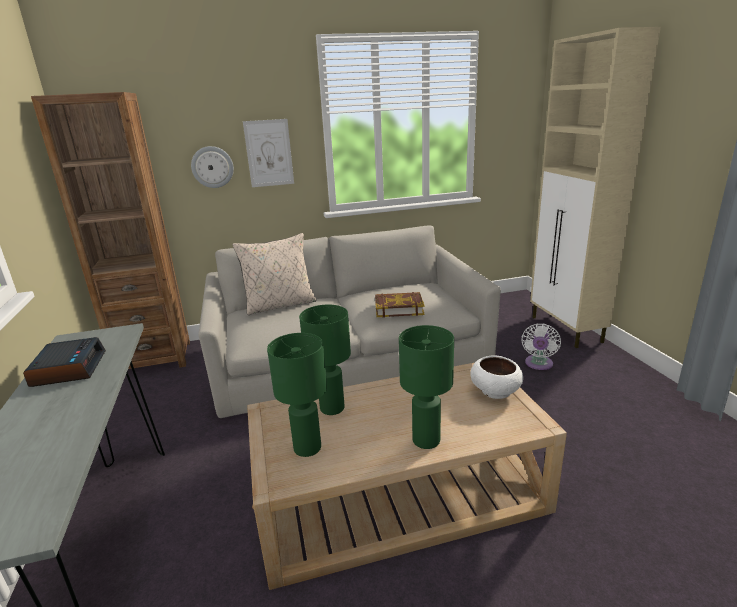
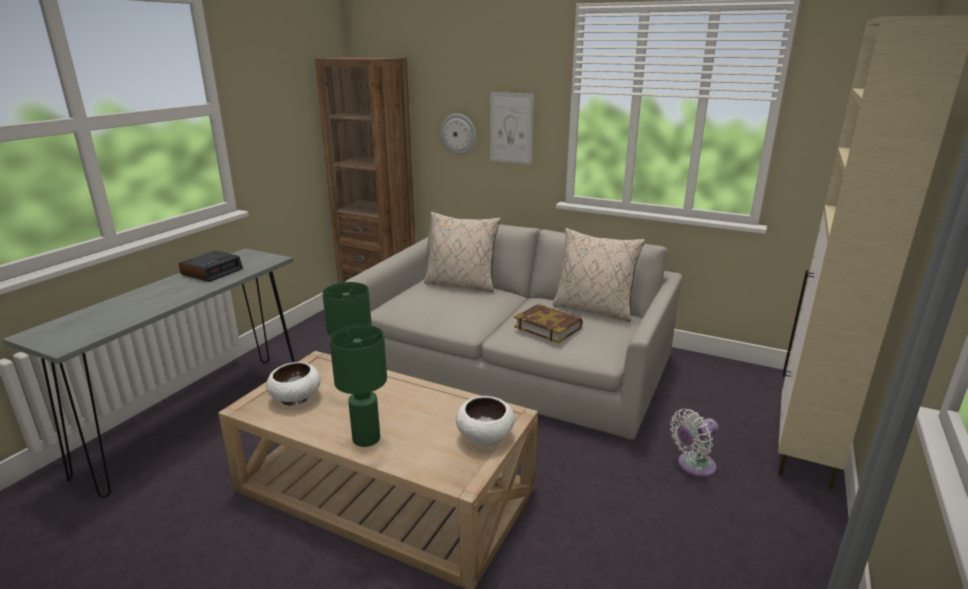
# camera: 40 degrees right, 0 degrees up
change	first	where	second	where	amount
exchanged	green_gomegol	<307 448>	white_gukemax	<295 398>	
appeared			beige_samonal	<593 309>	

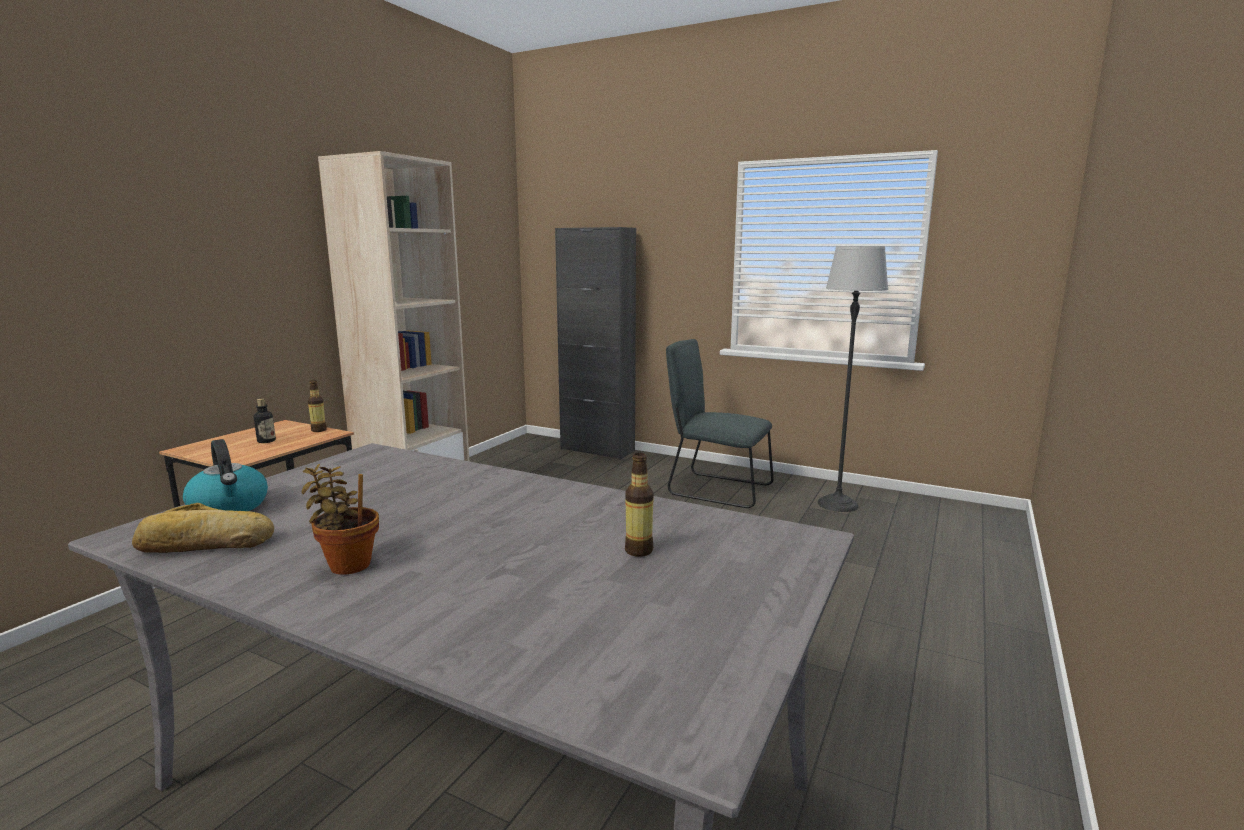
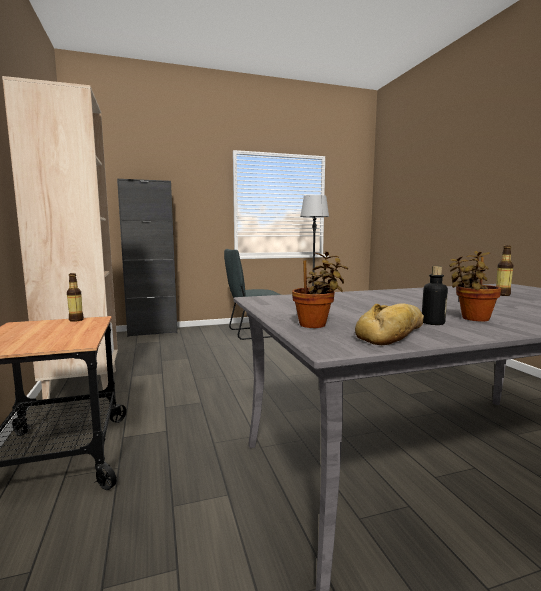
# camera: 45 degrees left, 5 degrees down
change	first	where	second	where	amount
exchanged	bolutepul	<229 507>	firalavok	<316 325>	
relocated	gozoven	<266 441>		<433 323>	

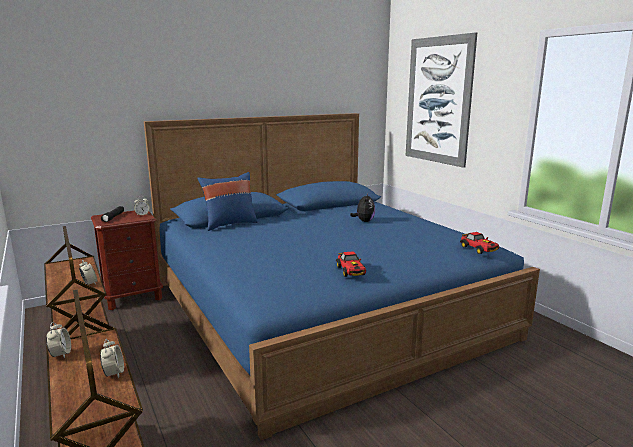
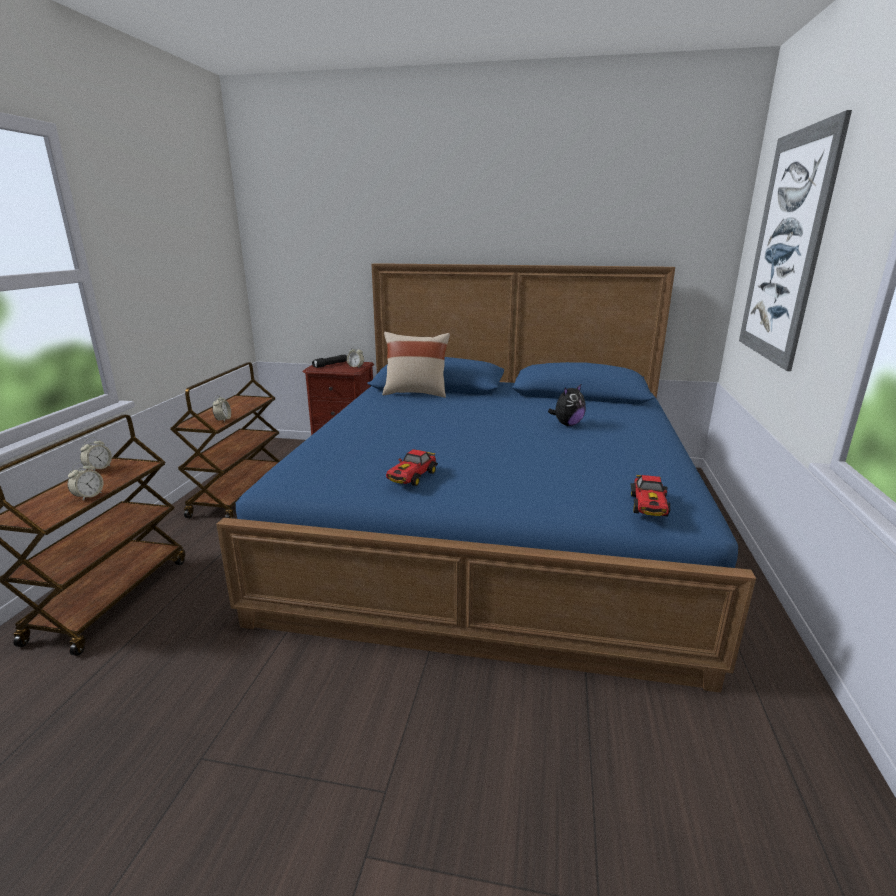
# camera: 40 degrees right, 5 degrees up
change	first	where	second	where	amount
colour	blue_samonal	<229 224>	beige_samonal	<416 393>	

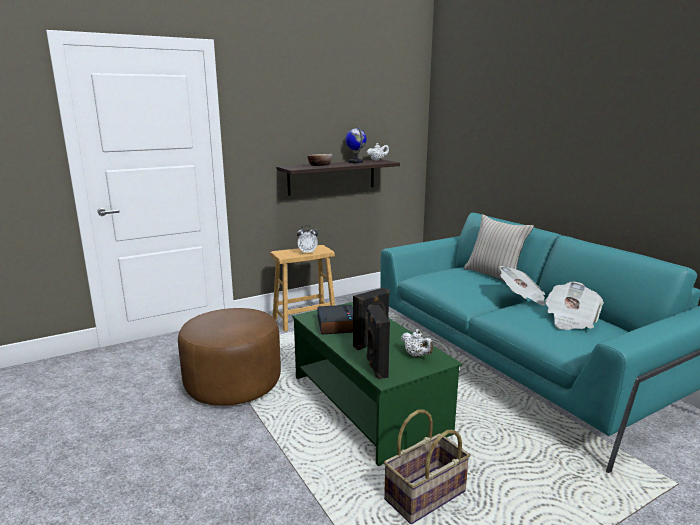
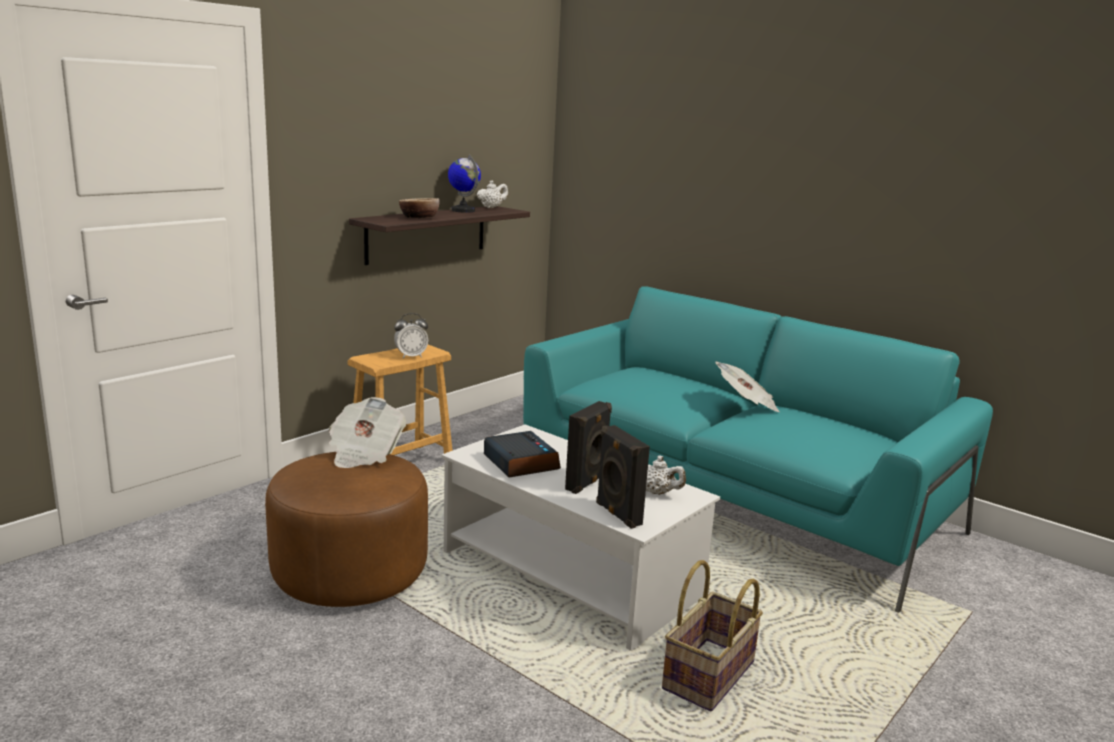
# camera: 20 degrees left, 0 degrees up
change	first	where	second	where	amount
relocated	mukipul	<570 320>		<364 453>	
colour	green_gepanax	<368 404>	white_gepanax	<571 574>	
missing	beige_samonal	<494 276>			

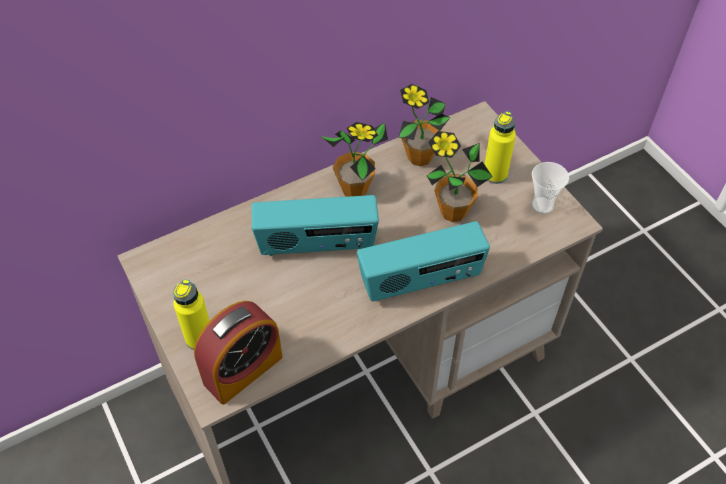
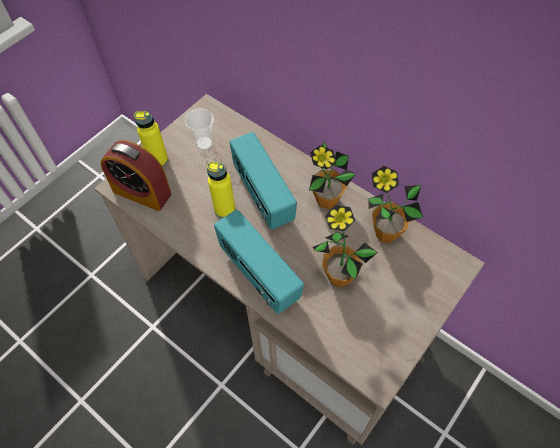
# camera: 70 degrees right, 5 degrees up
change	first	where	second	where	amount
relocated	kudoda	<542 205>		<204 143>	
relocated	yellow_gozoven	<495 174>		<224 209>	

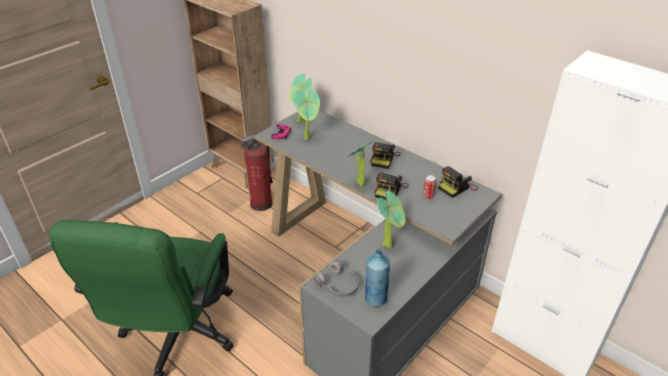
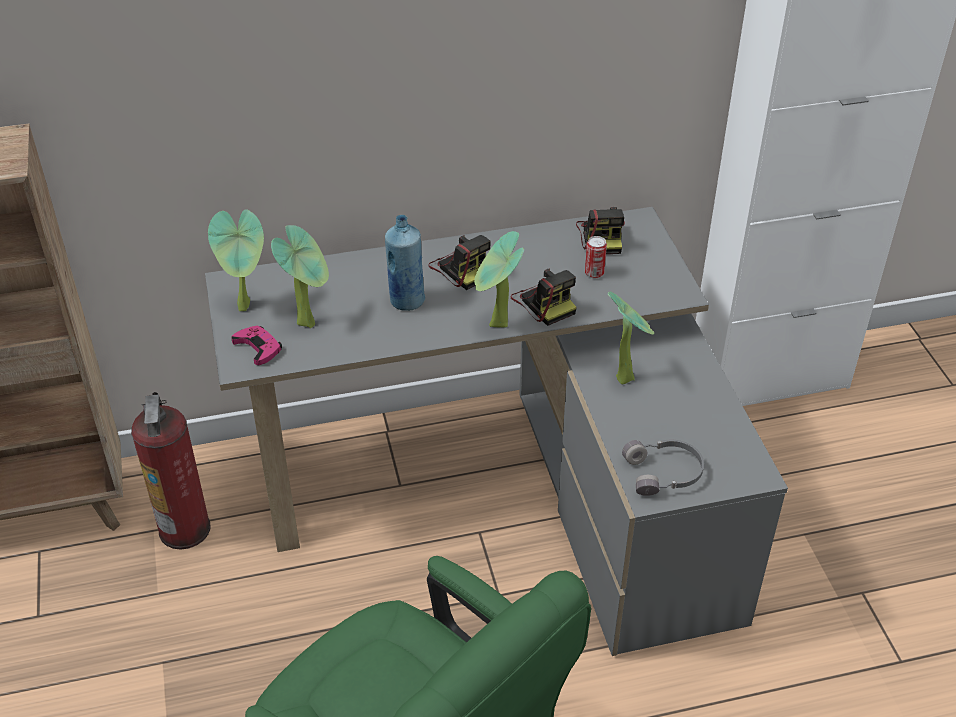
# camera: 55 degrees left, 5 degrees up
change	first	where	second	where	amount
relocated	blue_gozoven	<375 299>		<406 301>	

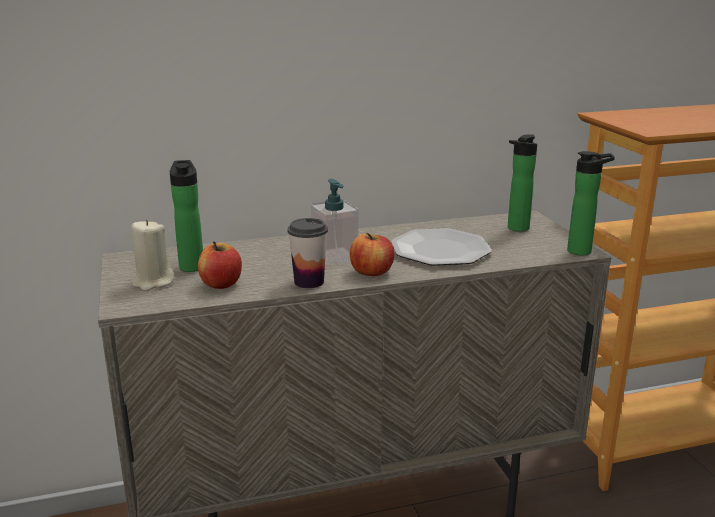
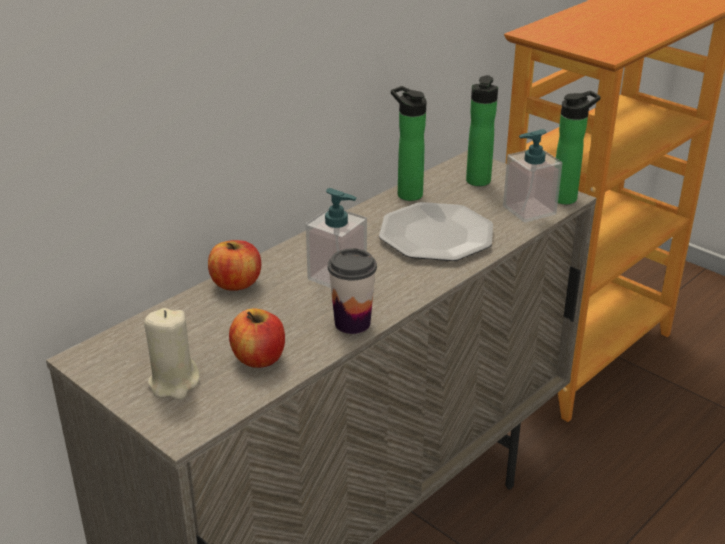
# camera: 30 degrees left, 10 degrees up
change	first	where	second	where	amount
relocated	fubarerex	<371 272>		<236 283>	
relocated	gozoven	<191 266>		<407 193>	
appeared			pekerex	<529 210>	

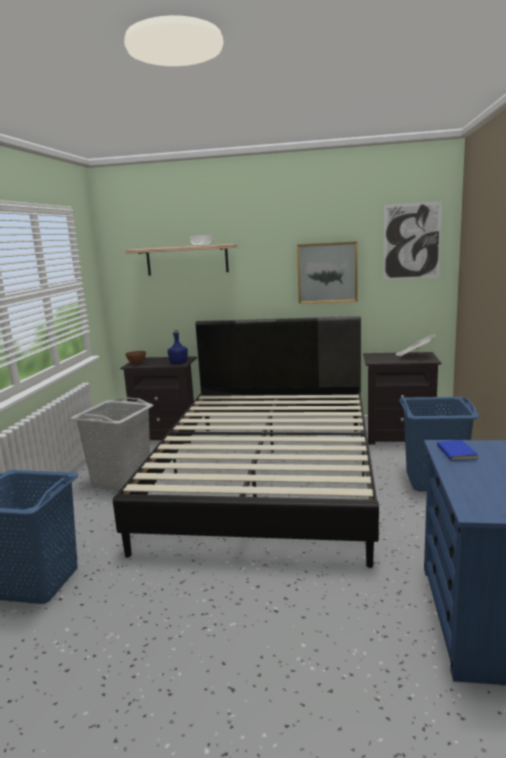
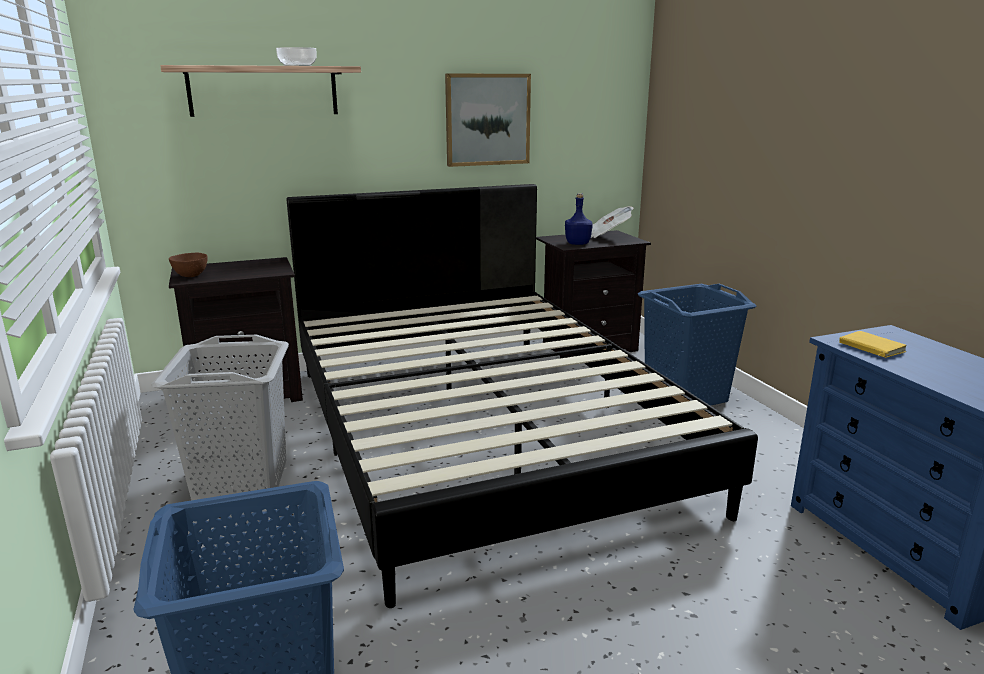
# camera: 30 degrees left, 5 degrees up
change	first	where	second	where	amount
relocated	blue_gozoven	<178 363>		<577 243>	
colour	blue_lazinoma	<455 453>	yellow_lazinoma	<870 348>	
missing	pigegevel	<411 241>			

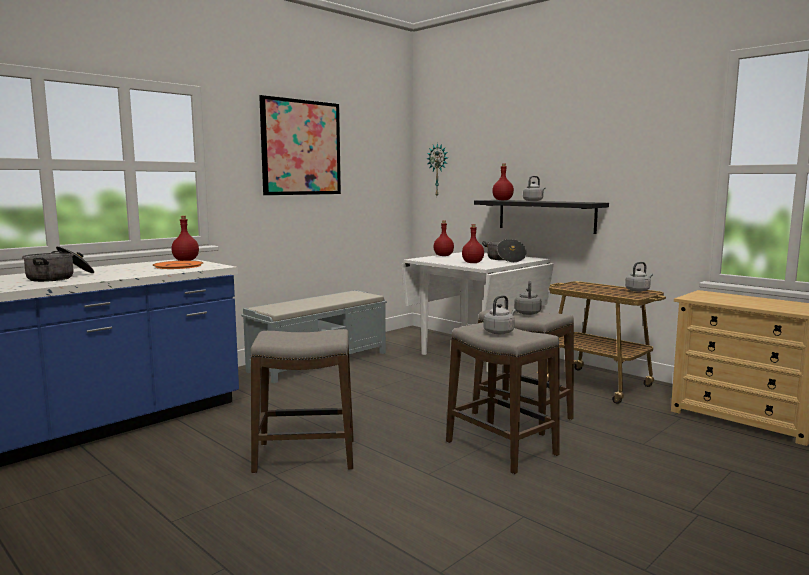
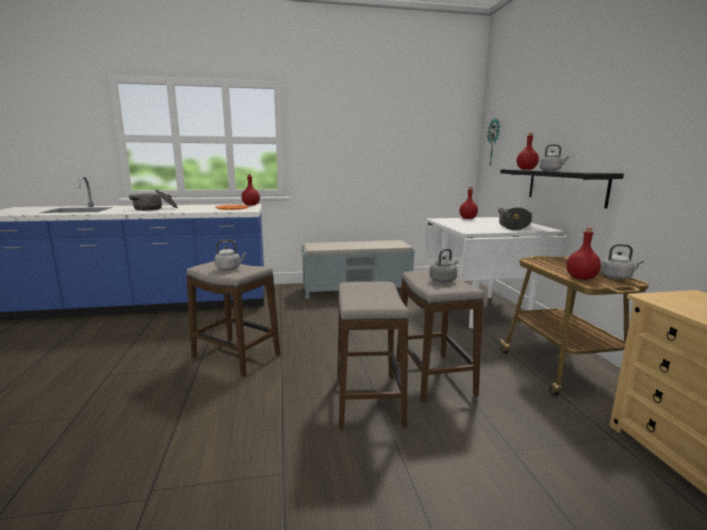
# camera: 35 degrees right, 5 degrees up
change	first	where	second	where	amount
relocated	grey_bolutepul	<499 332>		<229 268>	
relocated	red_gozoven	<473 263>		<581 278>	
missing	pigegevel	<301 147>			

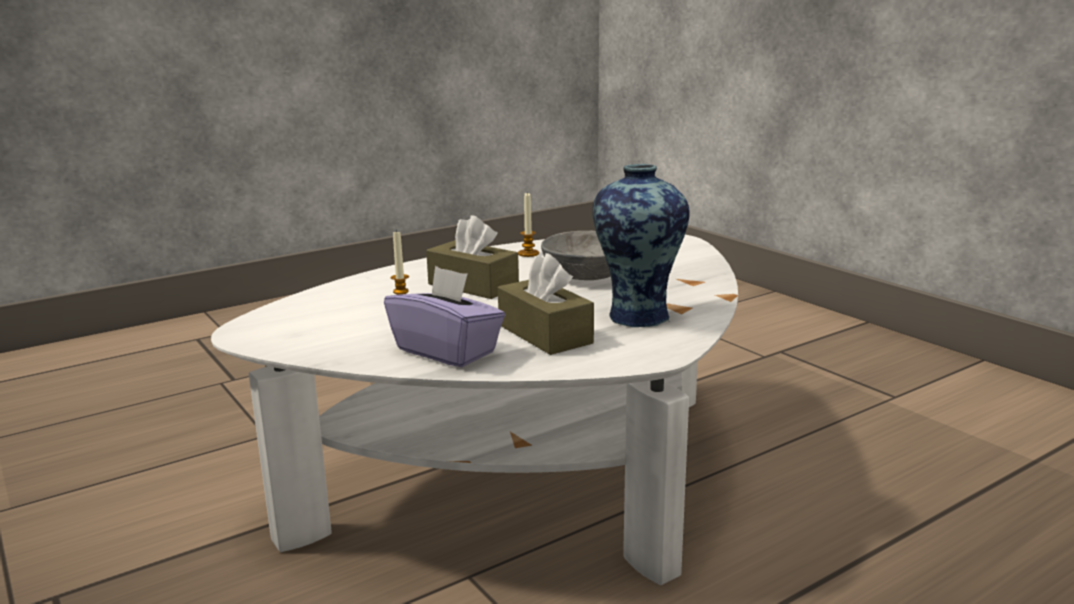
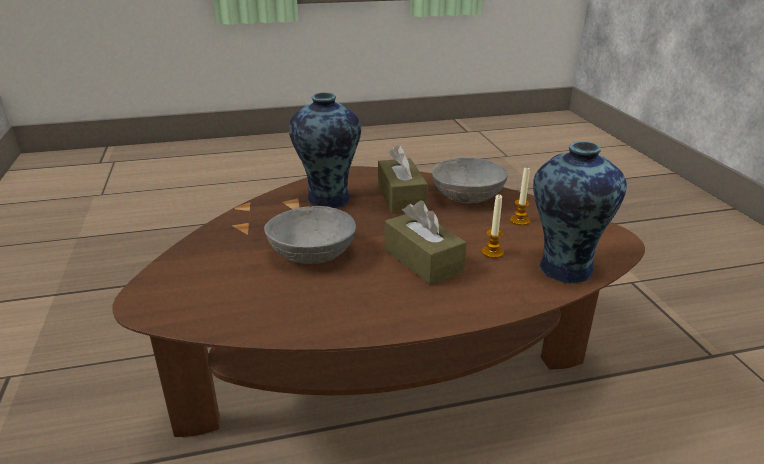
# camera: 160 degrees left, 10 degrees up
change	first	where	second	where	amount
colour	white_gepanax	<527 475>	brown_gepanax	<385 374>	
exchanged	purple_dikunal	<447 351>	grey_gukemax	<468 196>	
relocated	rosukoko	<528 253>		<519 221>	
appeared			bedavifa	<563 269>	

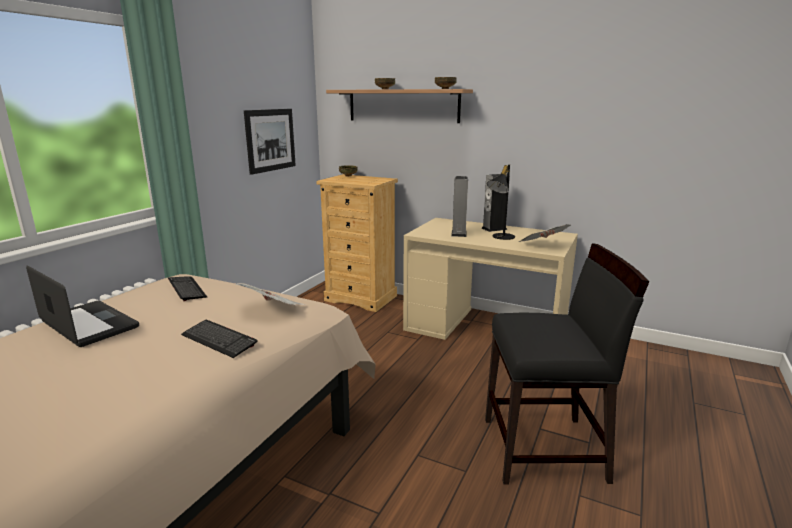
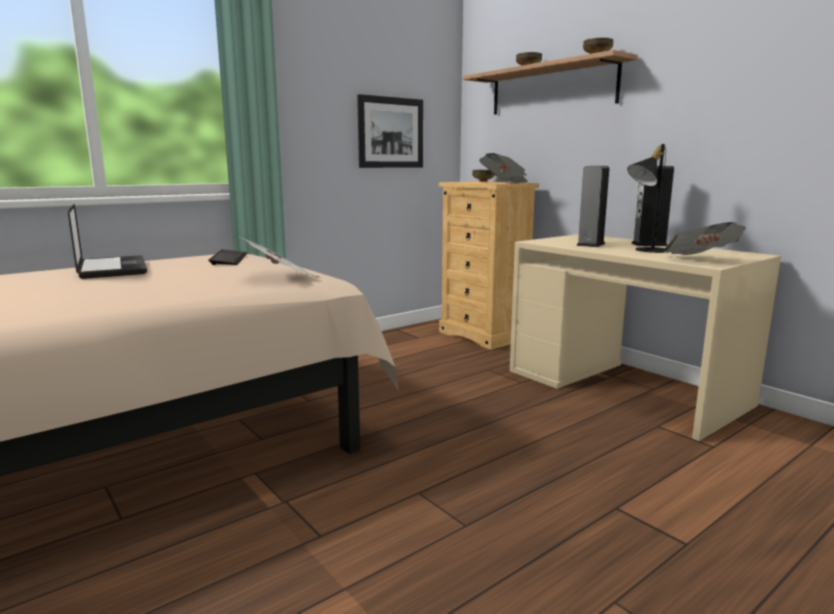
# camera: 25 degrees right, 5 degrees down
change	first	where	second	where	amount
appeared			mukipul	<505 183>	
missing	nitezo	<219 340>			
missing	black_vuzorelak	<545 449>			

